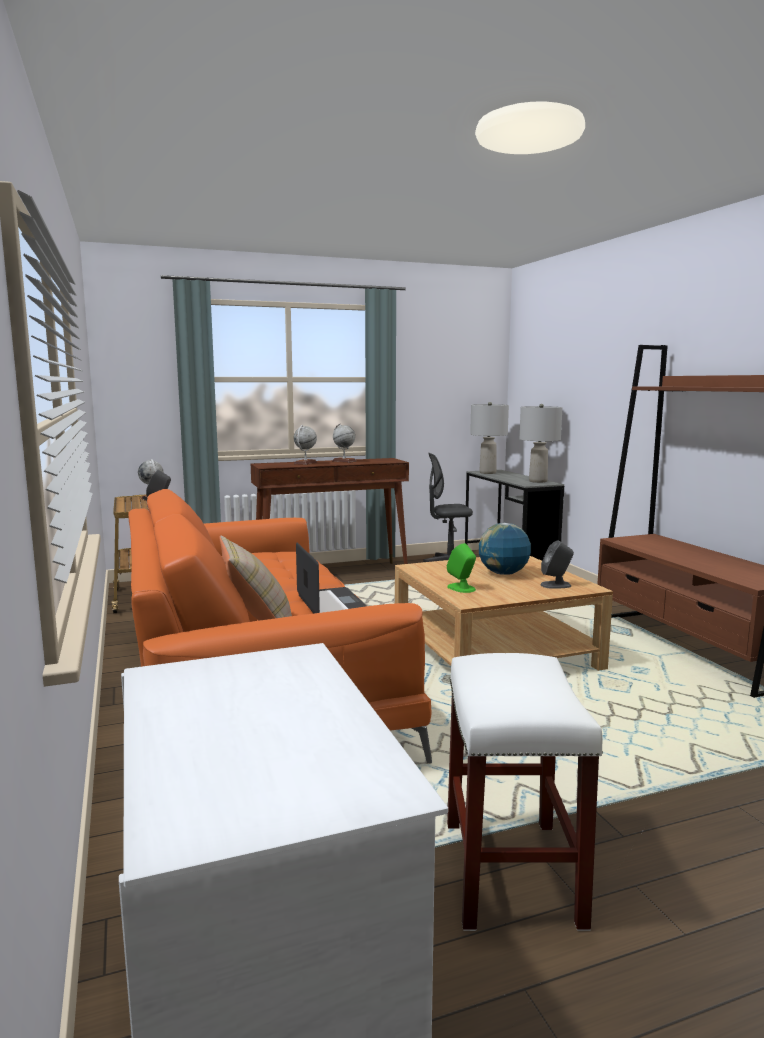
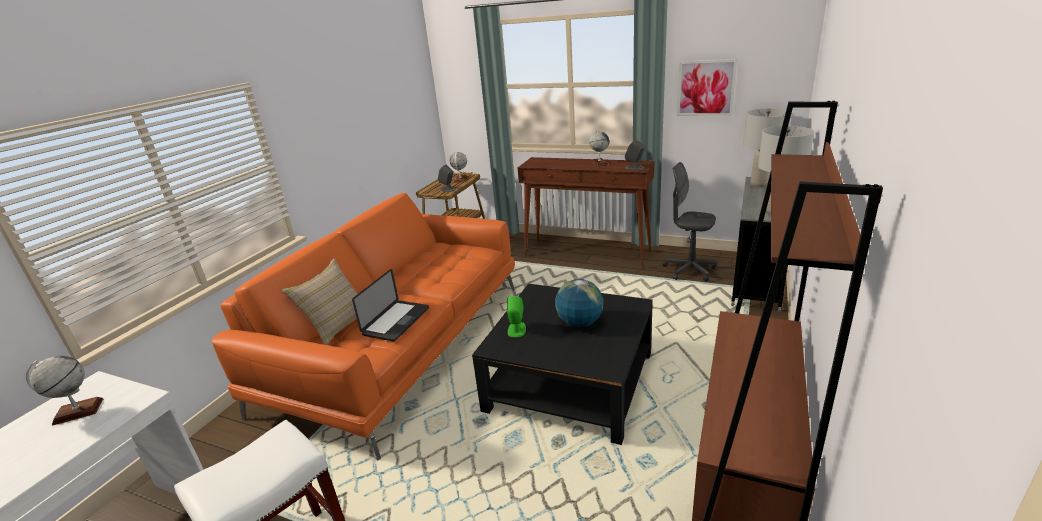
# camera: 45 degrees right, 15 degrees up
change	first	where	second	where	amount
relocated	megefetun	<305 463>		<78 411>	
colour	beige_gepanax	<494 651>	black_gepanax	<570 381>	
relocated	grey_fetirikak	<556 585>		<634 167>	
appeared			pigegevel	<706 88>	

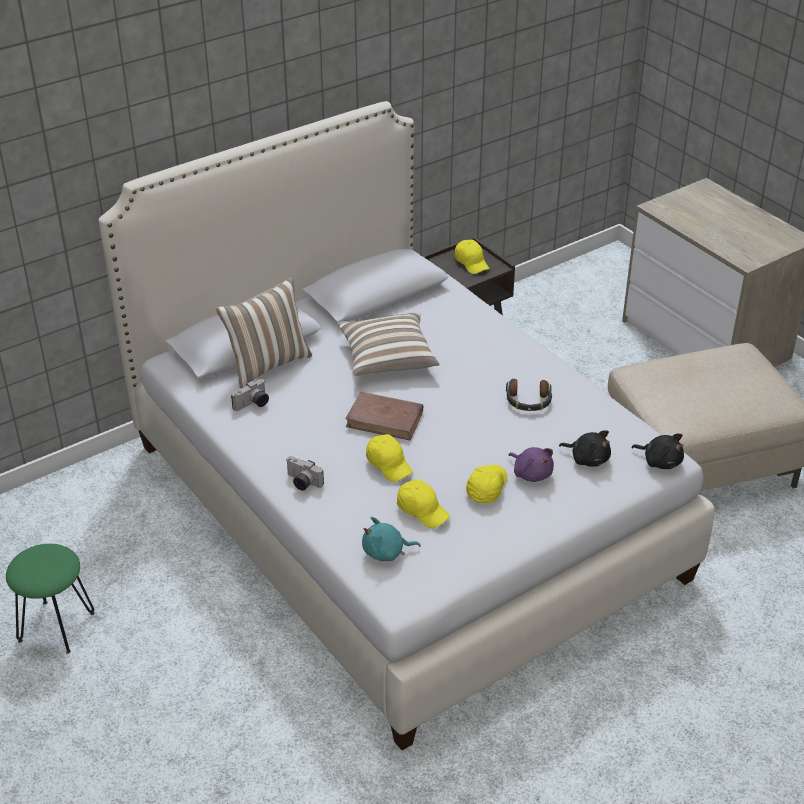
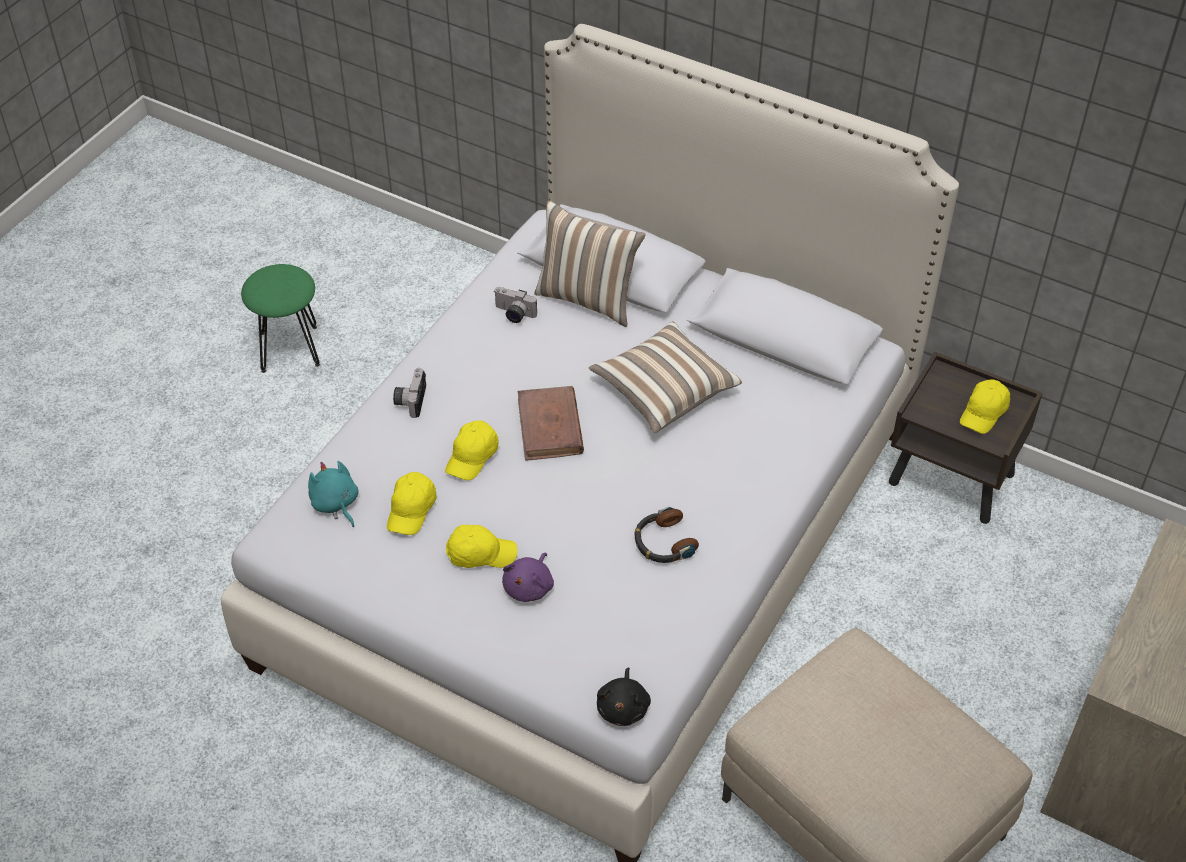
# camera: 65 degrees right, 10 degrees up
change	first	where	second	where	amount
missing	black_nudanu	<588 458>			

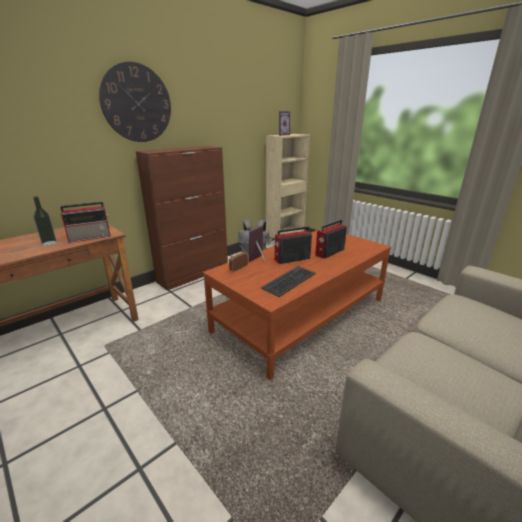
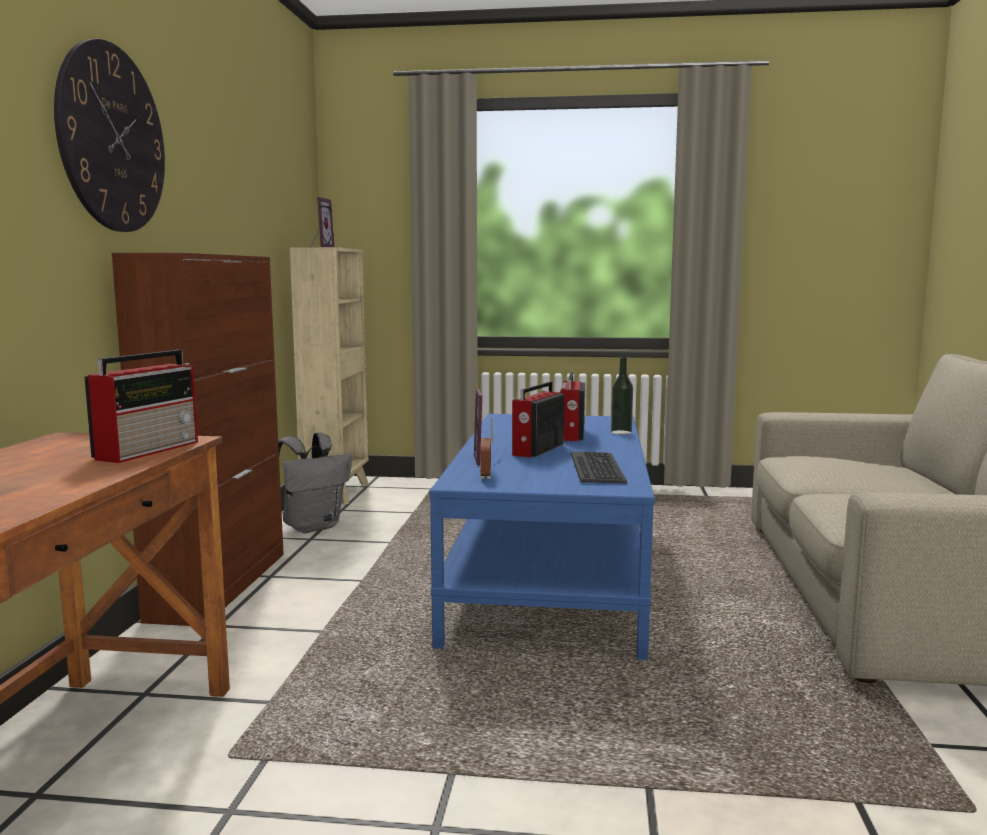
# camera: 40 degrees left, 15 degrees down
change	first	where	second	where	amount
colour	brown_gepanax	<301 315>	blue_gepanax	<550 576>	
relocated	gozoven	<49 243>		<621 432>	

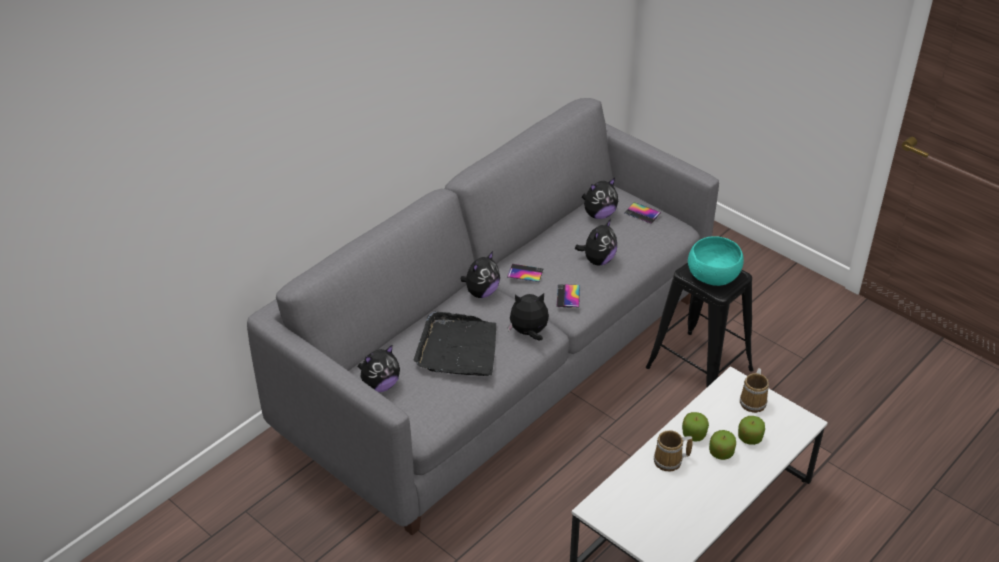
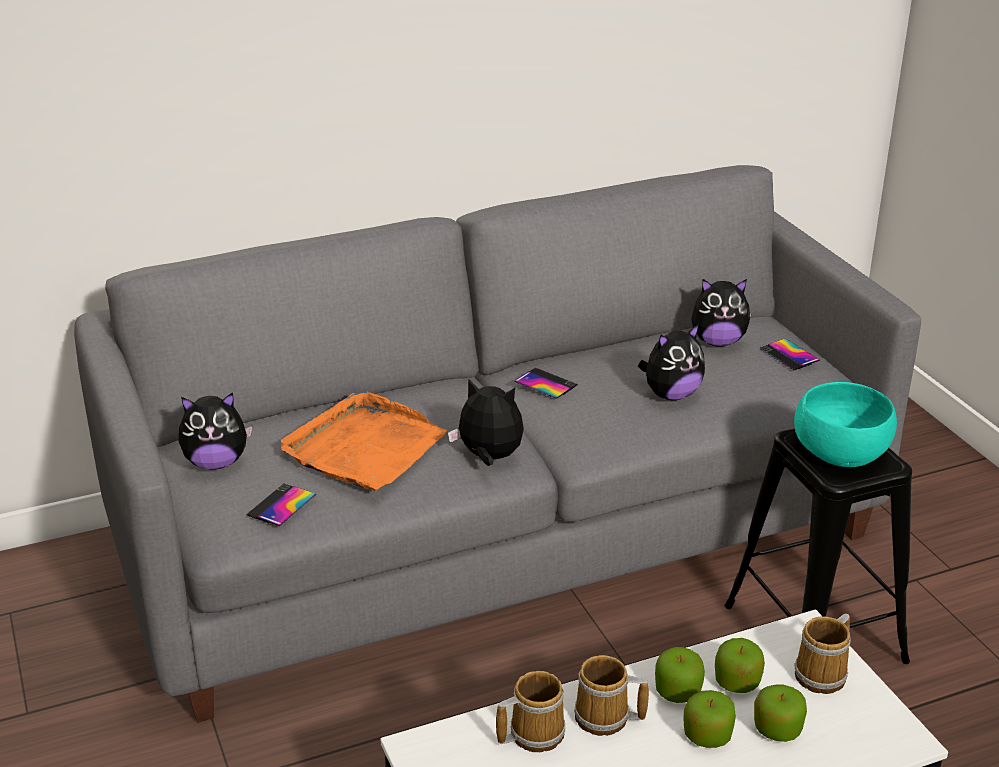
# camera: 25 degrees right, 10 degrees down
change	first	where	second	where	amount
relocated	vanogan	<568 296>		<281 505>	
colour	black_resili	<457 349>	orange_resili	<364 448>	
appeared			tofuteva	<532 733>	
appeared			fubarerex	<737 682>	
missing	nudanu	<481 292>			

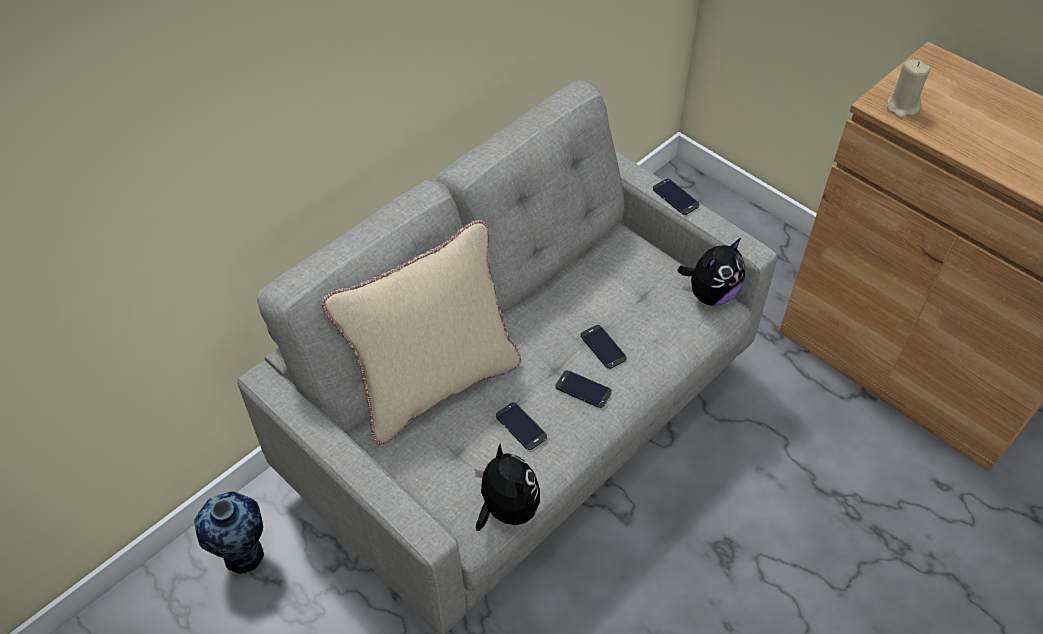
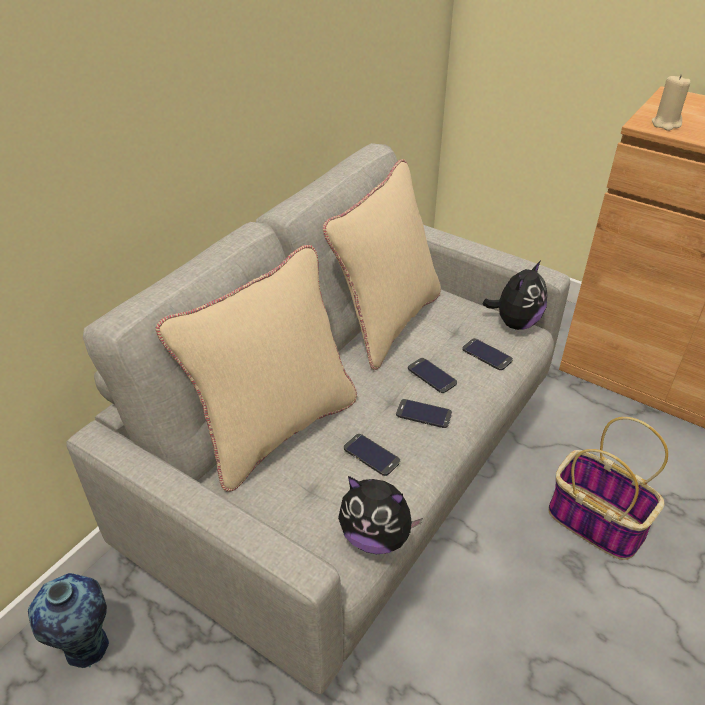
# camera: 10 degrees left, 10 degrees down
change	first	where	second	where	amount
appeared			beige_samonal	<387 322>	
spun	nudanu	<506 509>		<376 537>	150 degrees clockwise
relocated	vanogan	<675 197>		<487 354>	
appeared			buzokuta	<593 521>	

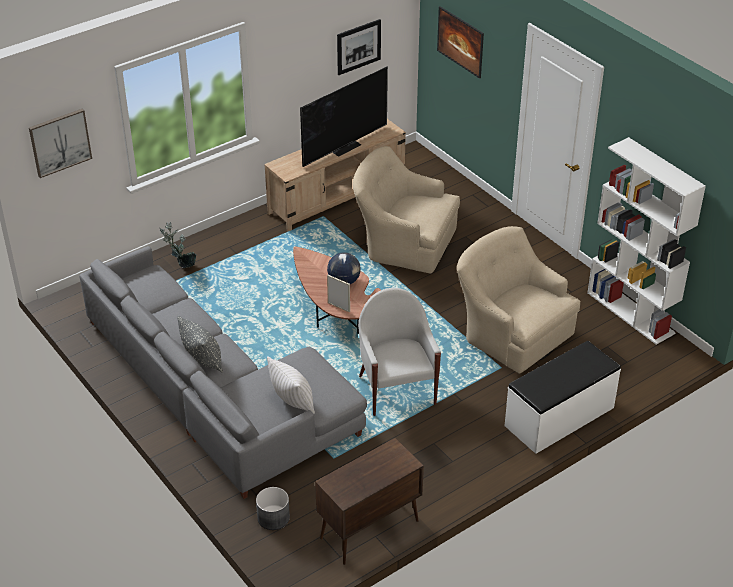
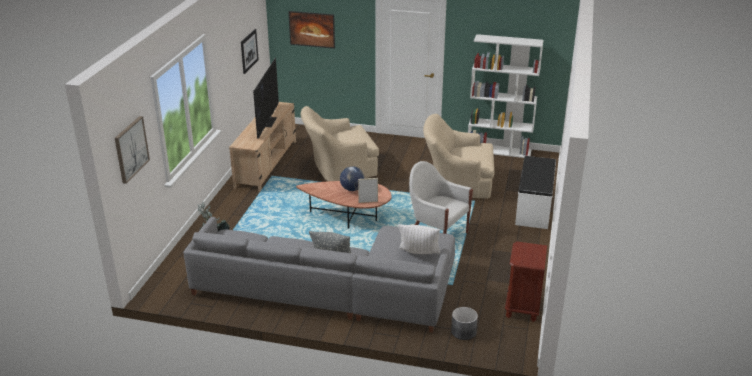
# camera: 40 degrees left, 10 degrees down
change	first	where	second	where	amount
exchanged	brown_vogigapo	<368 530>	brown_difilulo	<522 307>	

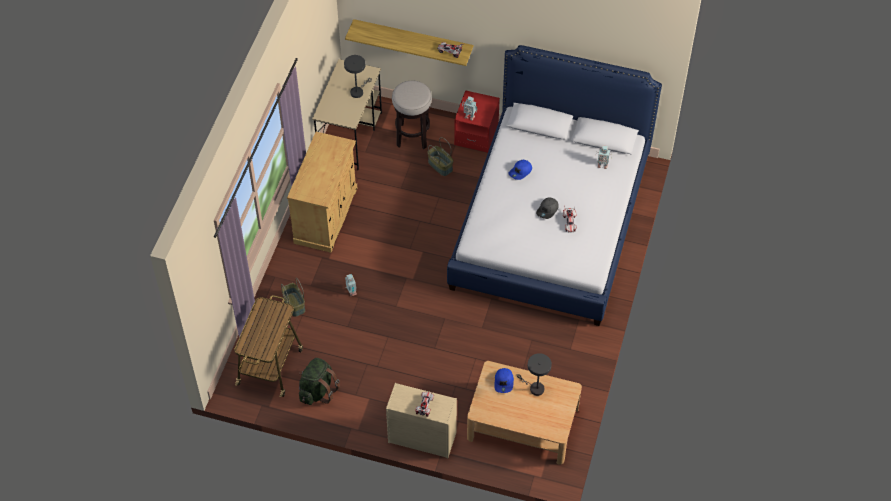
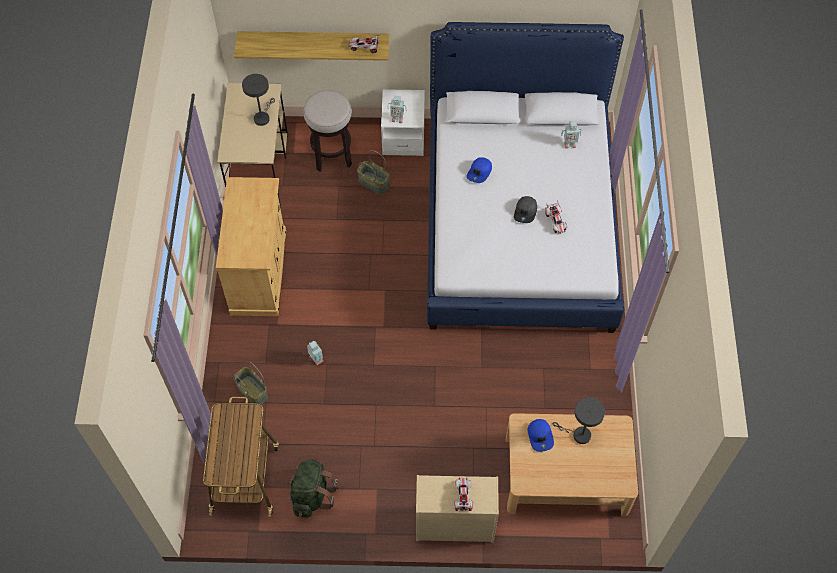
# camera: 15 degrees left, 5 degrees up
change	first	where	second	where	amount
colour	red_difilulo	<476 134>	white_difilulo	<403 137>	

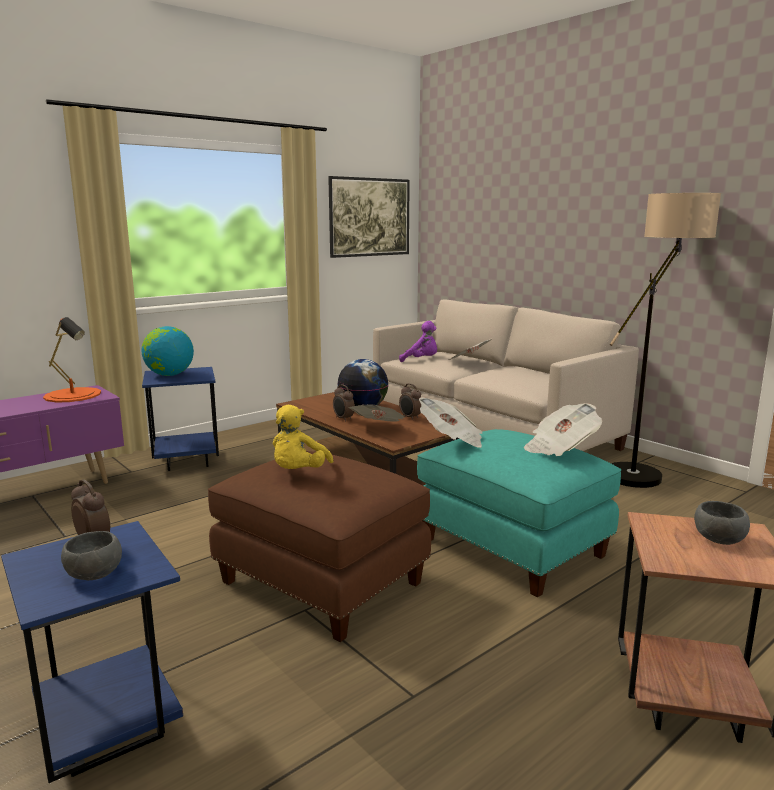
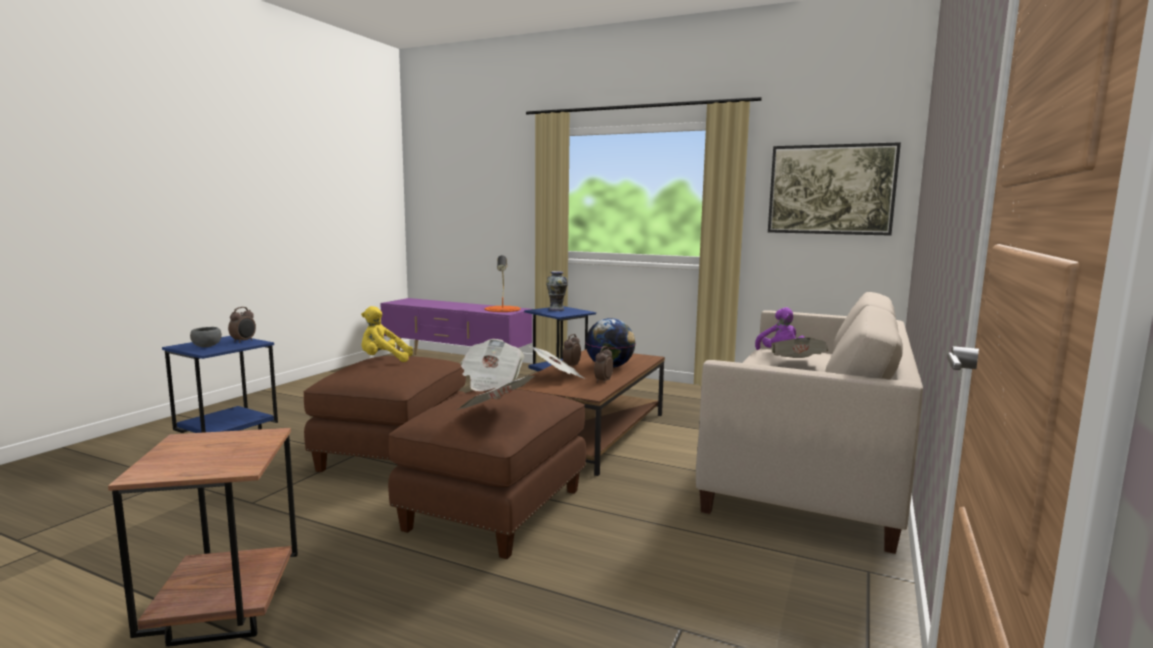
# camera: 65 degrees right, 5 degrees down
change	first	where	second	where	amount
colour	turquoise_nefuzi	<513 547>	brown_nefuzi	<496 510>	
exchanged	megefetun	<169 375>	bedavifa	<556 309>	
missing	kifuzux	<644 471>			
missing	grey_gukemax	<717 539>			

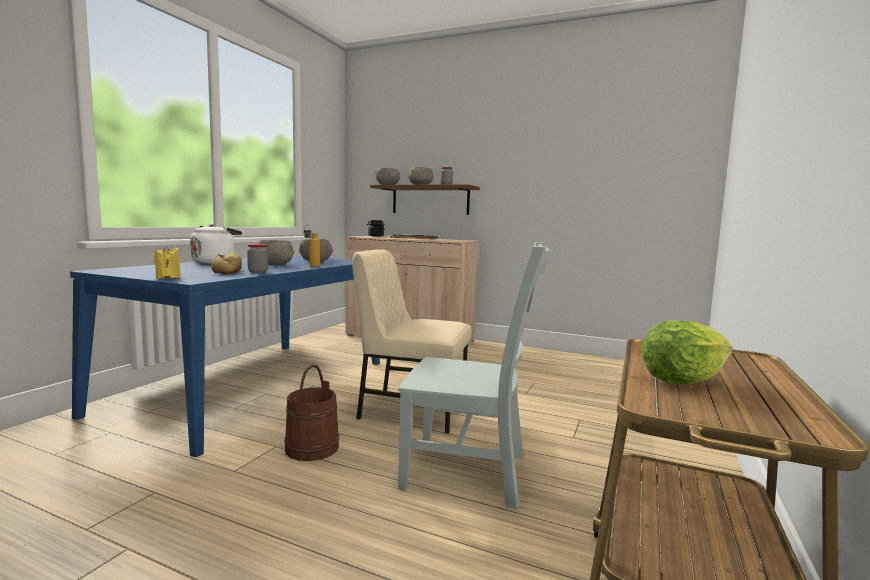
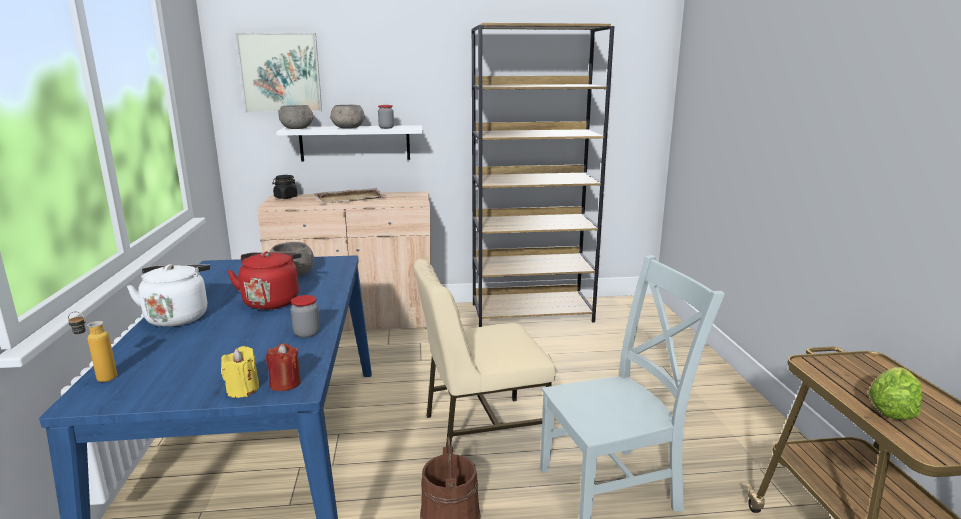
# camera: 30 degrees left, 10 degrees up
change	first	where	second	where	amount
relocated	gozoven	<311 266>		<99 378>	
exchanged	grey_gukemax	<275 264>	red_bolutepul	<272 301>	
appeared			pigegevel	<280 73>	
appeared			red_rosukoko	<285 384>	
colour	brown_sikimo	<430 200>	white_sikimo	<355 143>	
appeared			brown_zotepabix	<532 313>	
missing	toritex	<229 271>			

